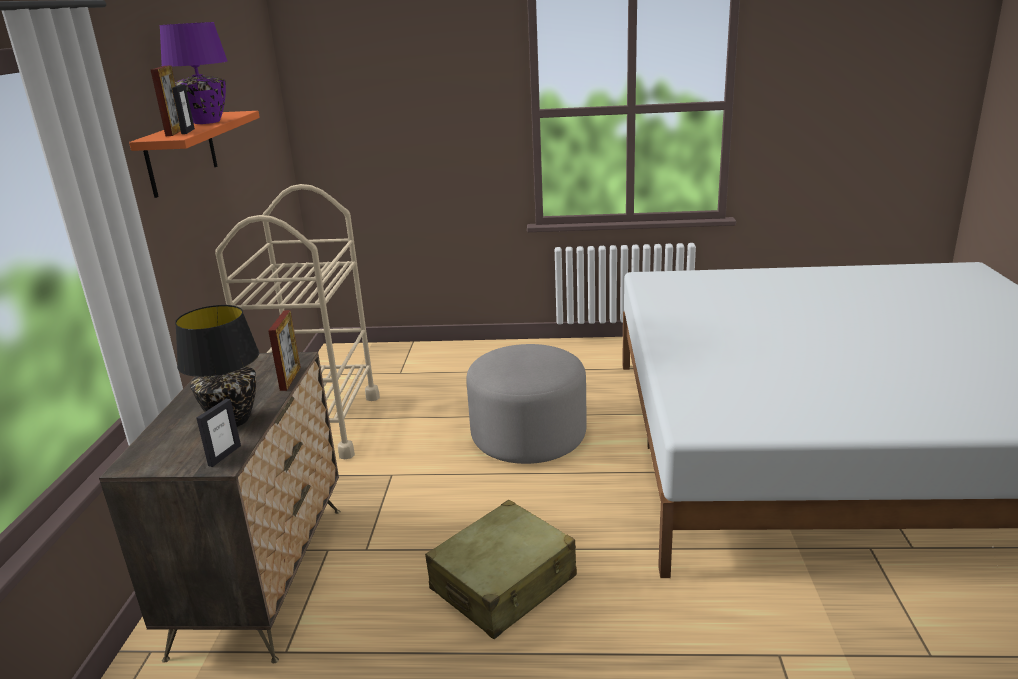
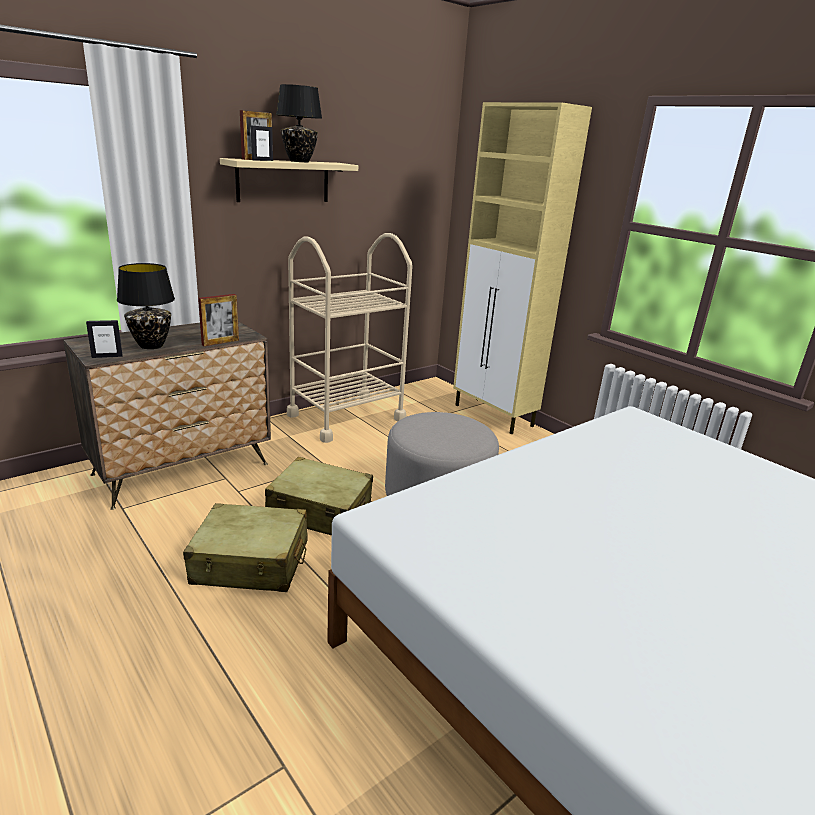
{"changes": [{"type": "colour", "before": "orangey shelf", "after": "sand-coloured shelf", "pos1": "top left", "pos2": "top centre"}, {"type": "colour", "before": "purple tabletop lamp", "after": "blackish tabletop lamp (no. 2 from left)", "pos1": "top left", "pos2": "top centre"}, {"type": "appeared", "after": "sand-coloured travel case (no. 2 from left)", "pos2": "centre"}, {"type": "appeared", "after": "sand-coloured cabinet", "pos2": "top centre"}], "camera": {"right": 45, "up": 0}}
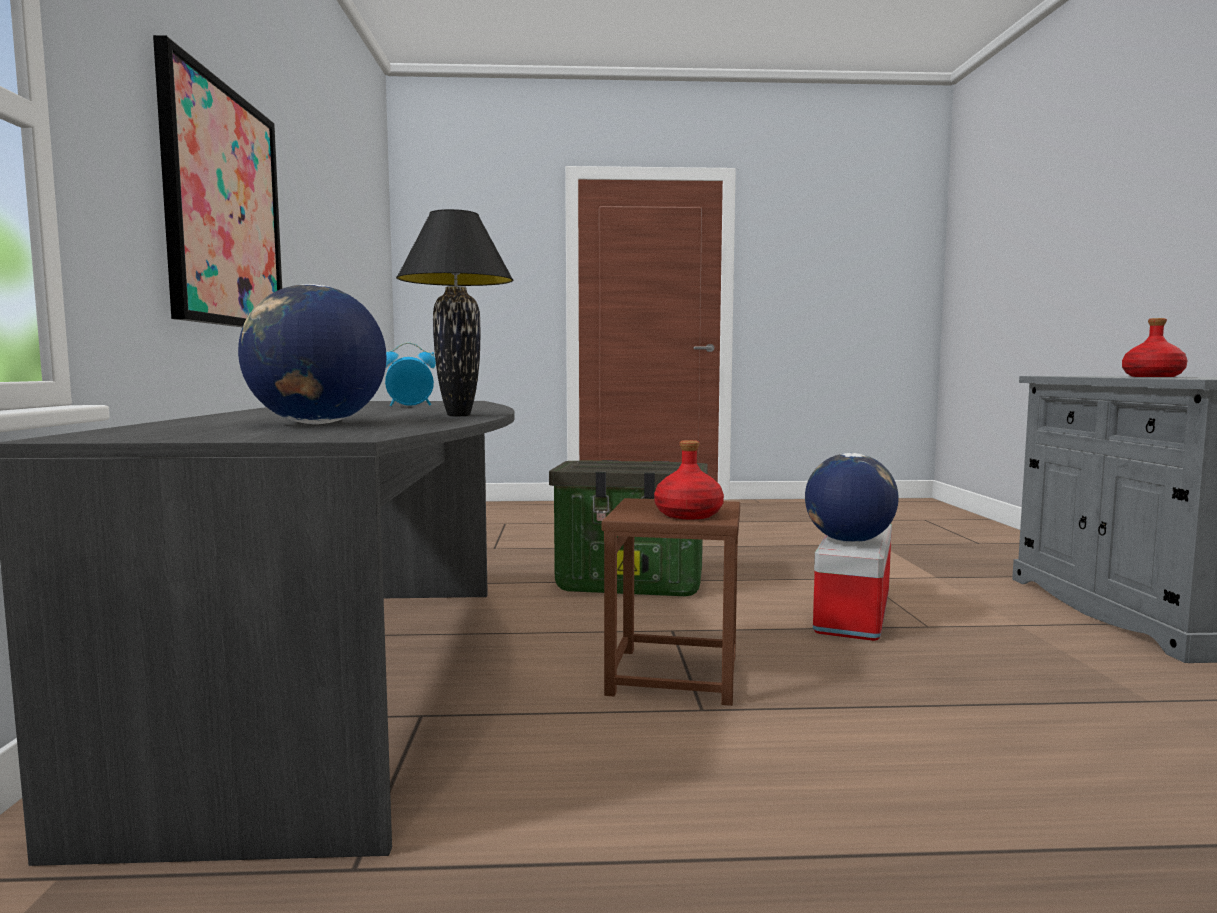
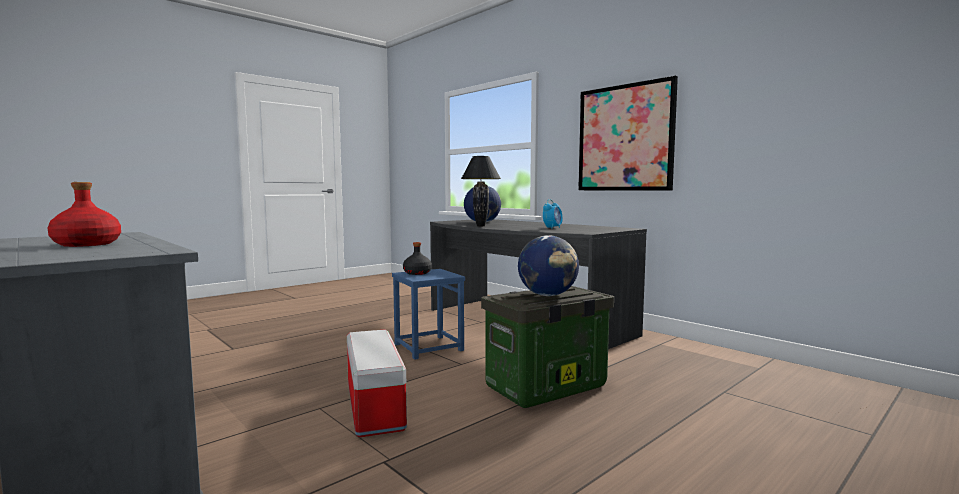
{"changes": [{"type": "colour", "before": "brown-coloured sitting stool", "after": "bluish sitting stool", "pos1": "centre", "pos2": "centre"}, {"type": "colour", "before": "reddish beverage bottle (no. 1 from left)", "after": "blackish beverage bottle", "pos1": "centre", "pos2": "centre"}, {"type": "relocated", "before": "globe (no. 2 from left)", "pos1": "middle right", "pos2": "centre"}], "camera": {"right": 140, "up": 0}}
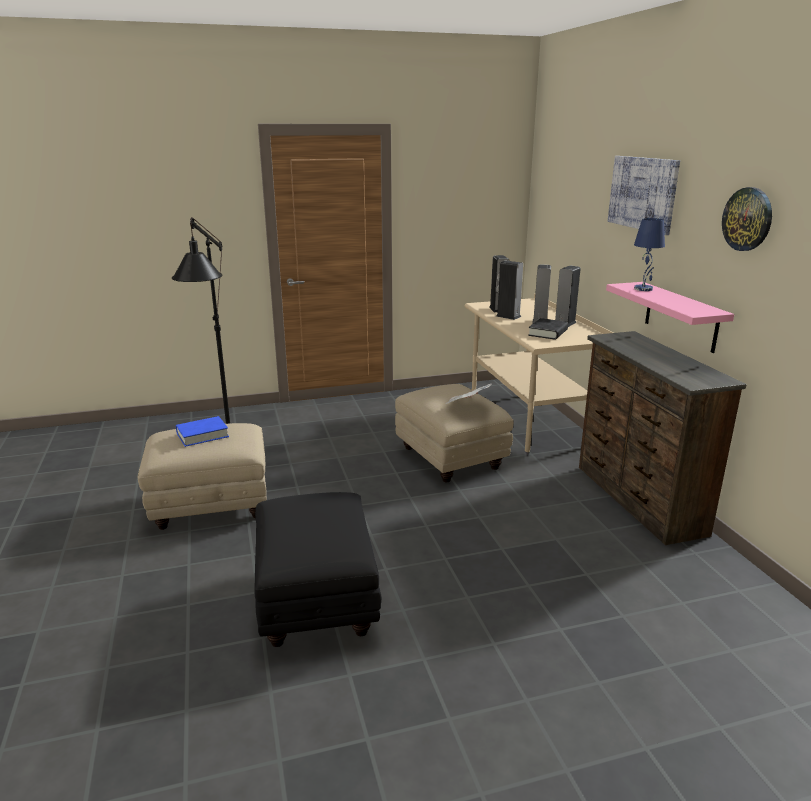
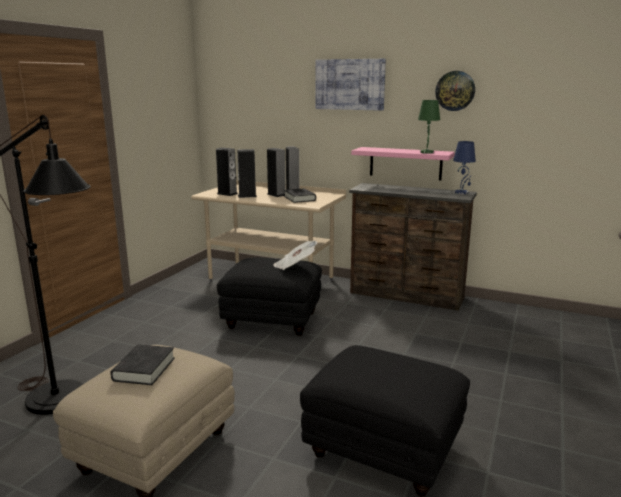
{"changes": [{"type": "colour", "before": "bluish volume", "after": "blackish volume (no. 1 from left)", "pos1": "middle left", "pos2": "bottom left"}, {"type": "colour", "before": "sand-coloured pouffe (no. 2 from left)", "after": "blackish pouffe (no. 1 from left)", "pos1": "centre", "pos2": "centre"}, {"type": "relocated", "before": "bluish tabletop lamp", "pos1": "top right", "pos2": "middle right"}, {"type": "appeared", "after": "green-coloured tabletop lamp", "pos2": "top right"}], "camera": {"right": -50, "up": -5}}
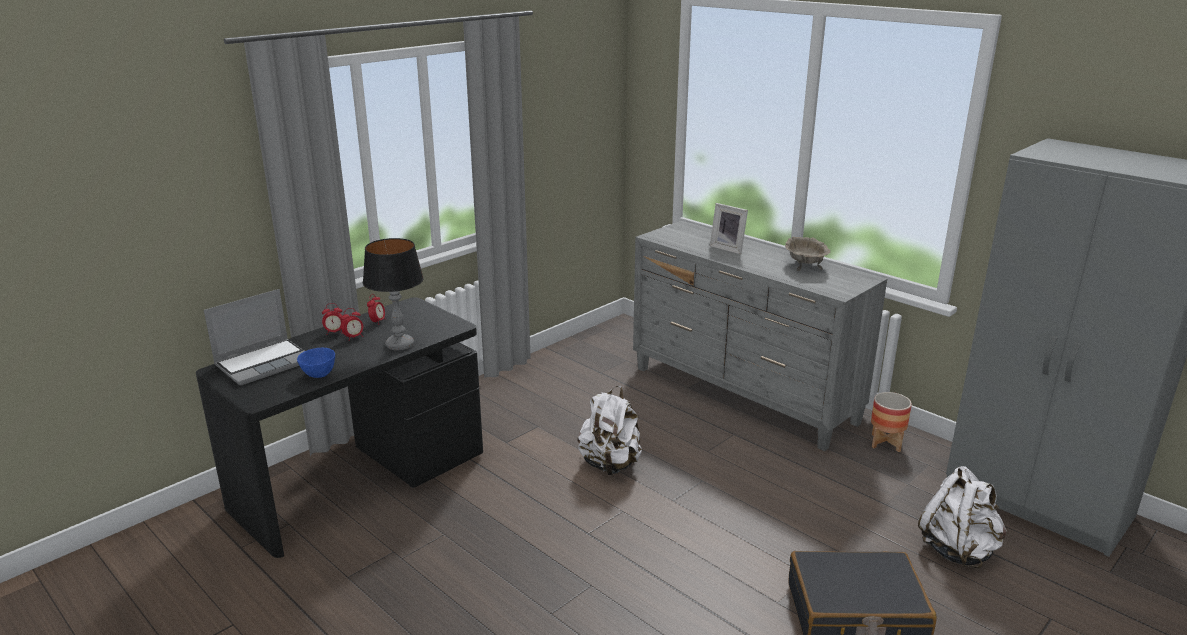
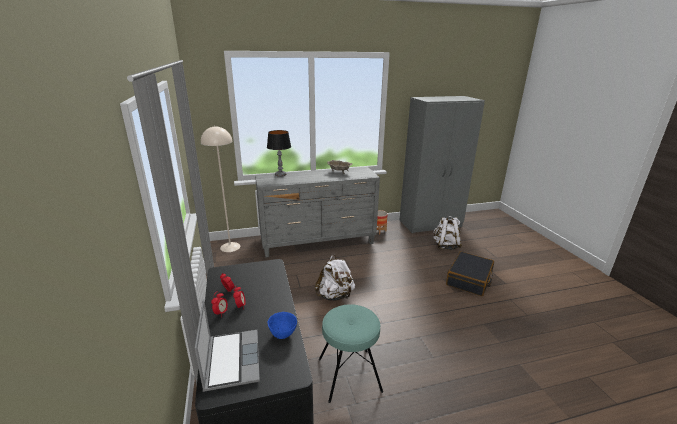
{"changes": [{"type": "relocated", "before": "tabletop lamp", "pos1": "middle left", "pos2": "centre"}, {"type": "missing", "before": "standing frame", "pos1": "centre"}, {"type": "appeared", "after": "sand-coloured standard lamp", "pos2": "middle left"}, {"type": "appeared", "after": "blue-green sitting stool", "pos2": "bottom centre"}], "camera": {"right": -60, "up": 0}}
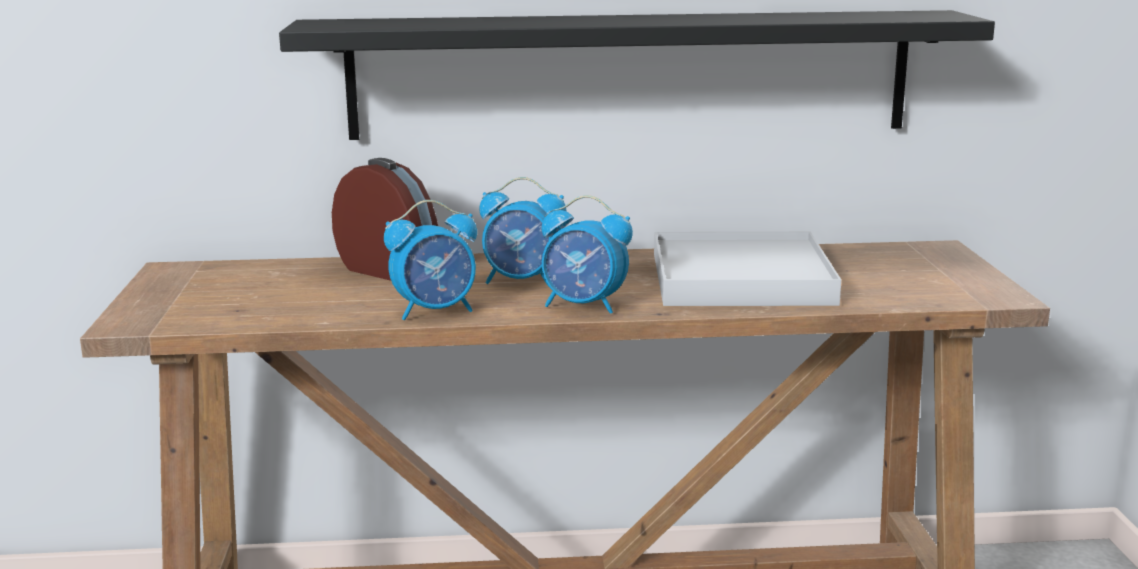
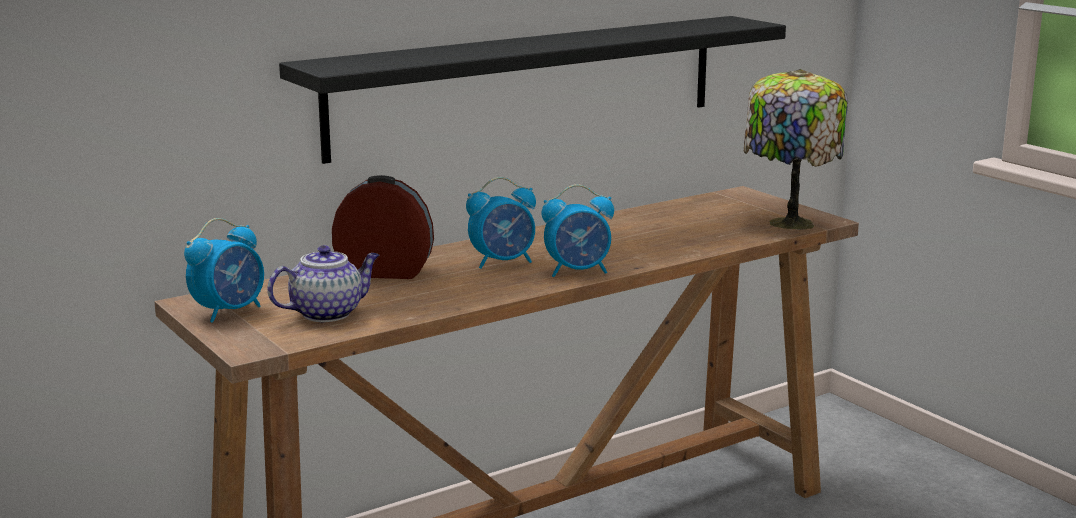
{"changes": [{"type": "relocated", "before": "alarm clock (no. 2 from left in the first image)", "after": "alarm clock (no. 1 from left)", "pos1": "centre", "pos2": "middle left"}, {"type": "missing", "before": "whitish tray", "pos1": "centre"}, {"type": "appeared", "after": "pot for tea", "pos2": "middle left"}, {"type": "appeared", "after": "tabletop lamp", "pos2": "top right"}], "camera": {"right": -30, "up": 0}}
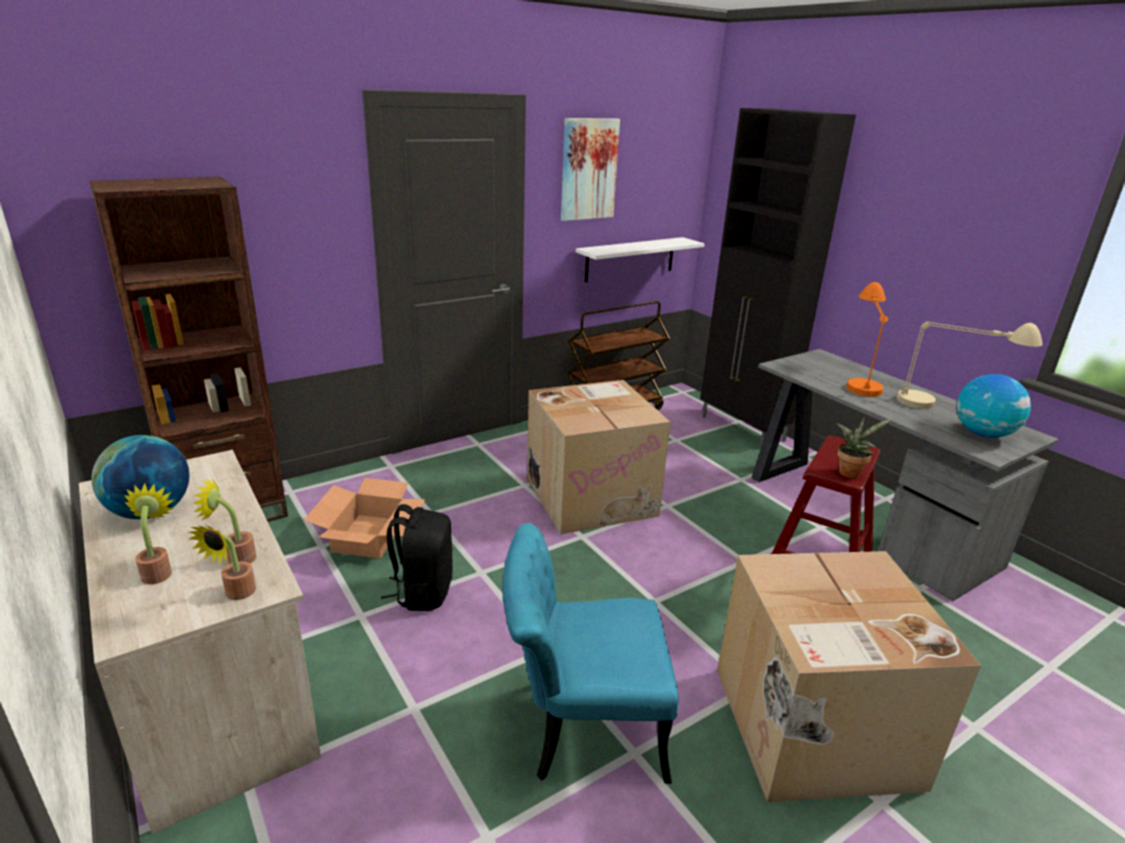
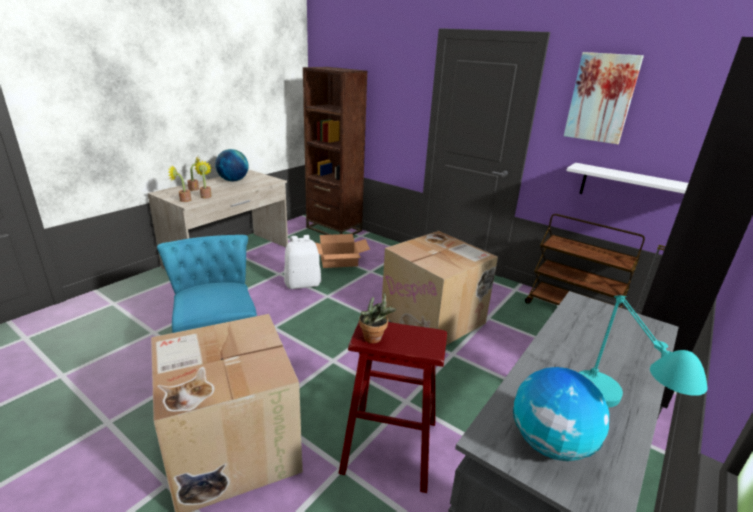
{"changes": [{"type": "colour", "before": "blackish backpack", "after": "whitish backpack", "pos1": "centre", "pos2": "centre"}, {"type": "missing", "before": "orangey tabletop lamp", "pos1": "middle right"}, {"type": "colour", "before": "sand-coloured tabletop lamp", "after": "blue-green tabletop lamp", "pos1": "middle right", "pos2": "bottom right"}], "camera": {"right": 70, "up": 0}}
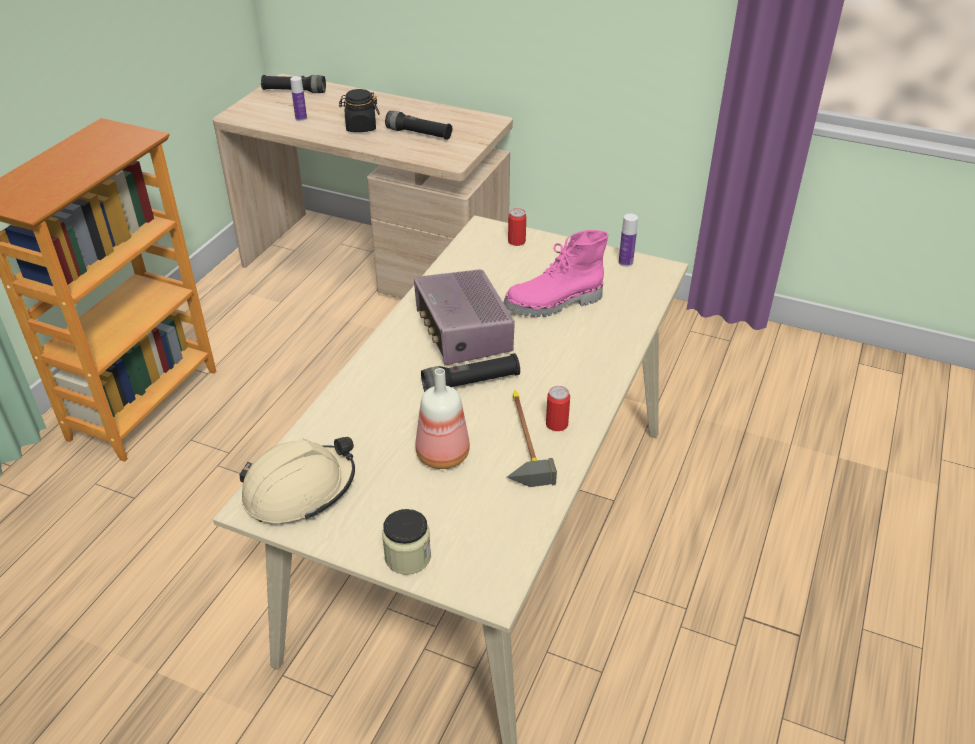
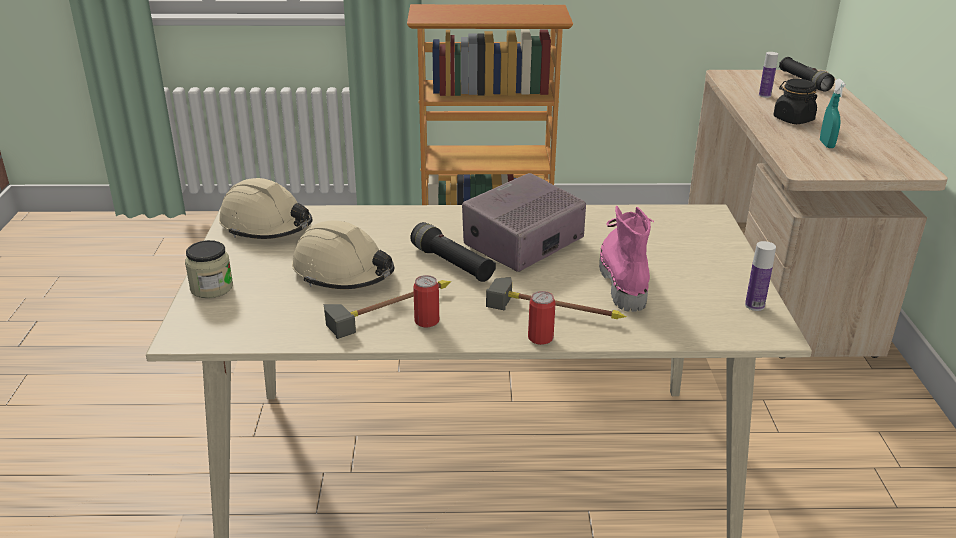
{"changes": [{"type": "exchanged", "before": "blackish flashlight (no. 2 from left)", "after": "blue-green sprayer", "pos1": "top centre", "pos2": "top right"}, {"type": "exchanged", "before": "beverage bottle (no. 2 from left)", "after": "sand-coloured hard hat (no. 2 from left)", "pos1": "centre", "pos2": "centre"}, {"type": "spun", "before": "pink-coloured boot", "pos1": "centre", "pos2": "centre", "turn": 45}, {"type": "relocated", "before": "can (no. 1 from left in the first image)", "after": "can (no. 2 from left)", "pos1": "top centre", "pos2": "centre"}, {"type": "appeared", "after": "hand hammer (no. 2 from left)", "pos2": "centre"}], "camera": {"right": 65, "up": -10}}
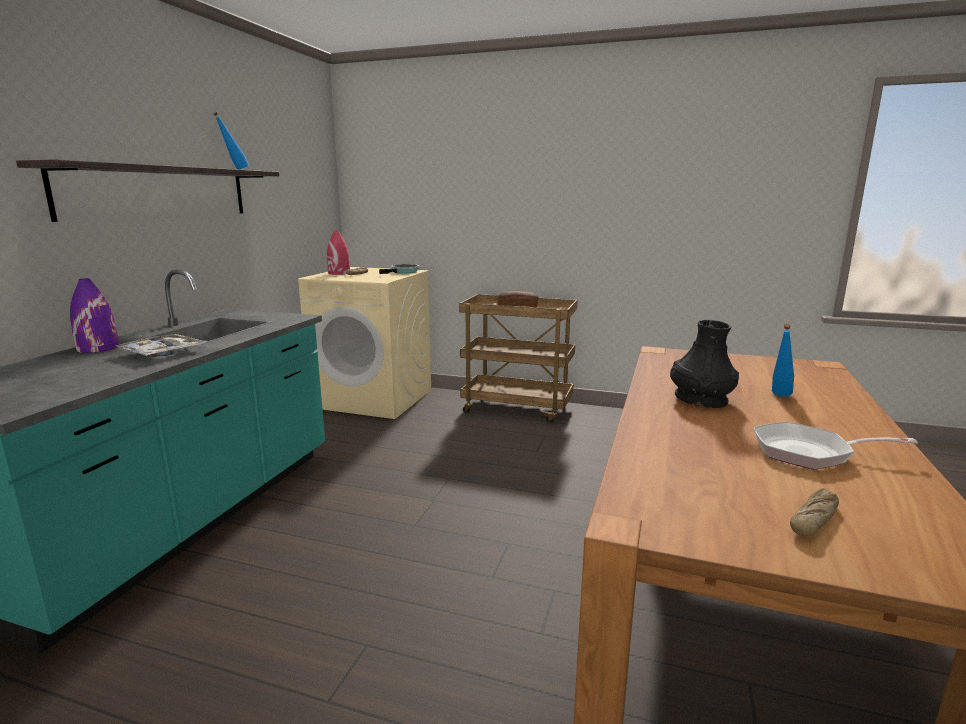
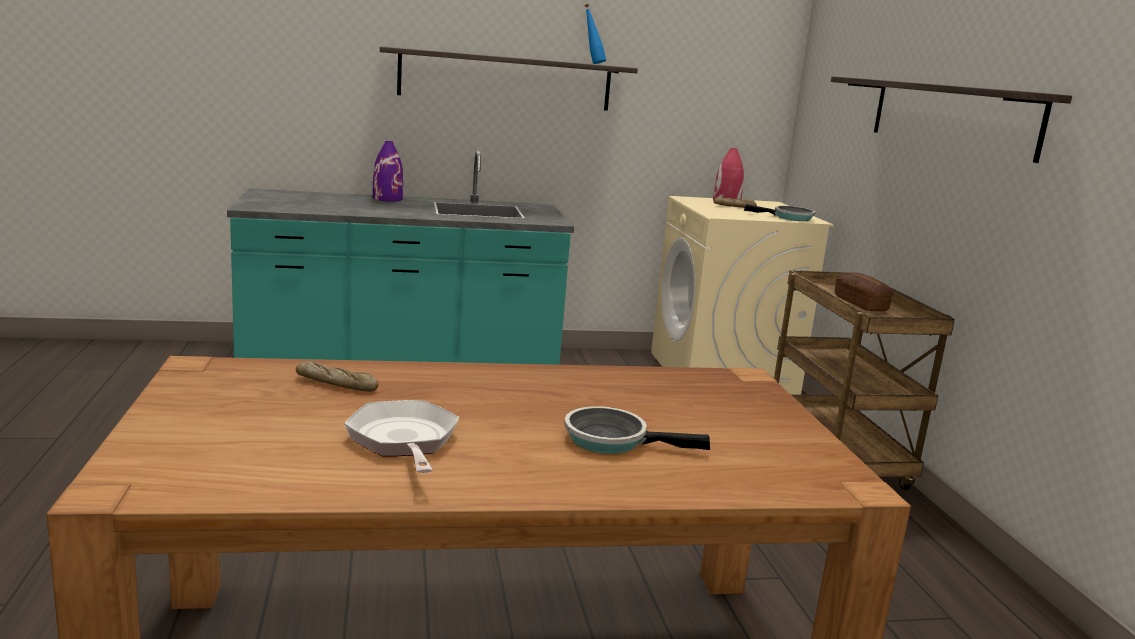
{"changes": [{"type": "missing", "before": "tray", "pos1": "middle left"}, {"type": "missing", "before": "blackish decorative vase", "pos1": "middle right"}, {"type": "exchanged", "before": "bluish beverage bottle (no. 2 from left)", "after": "pan (no. 2 from left)", "pos1": "middle right", "pos2": "bottom centre"}, {"type": "relocated", "before": "bakery bread (no. 3 from left in the first image)", "after": "bakery bread (no. 1 from left)", "pos1": "bottom right", "pos2": "middle left"}, {"type": "appeared", "after": "shelf (no. 2 from left)", "pos2": "top right"}], "camera": {"right": 60, "up": 0}}
